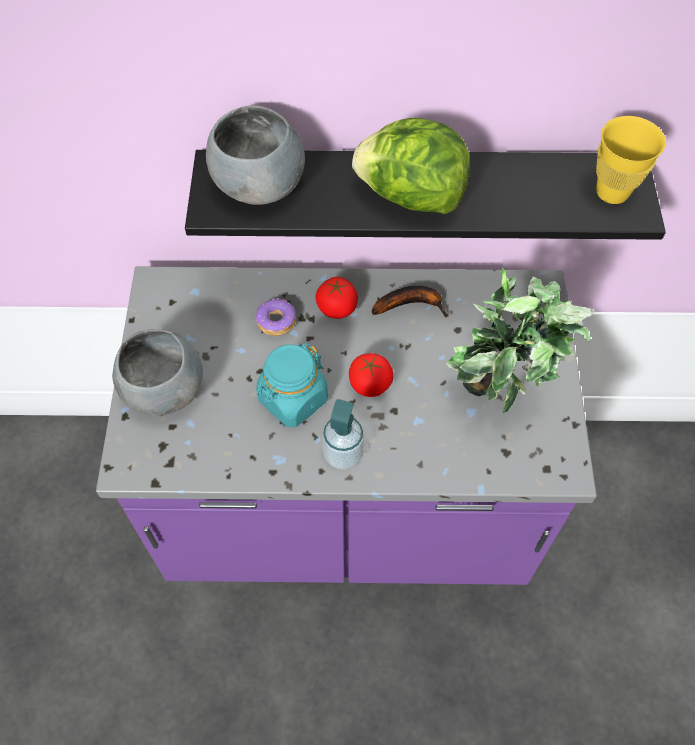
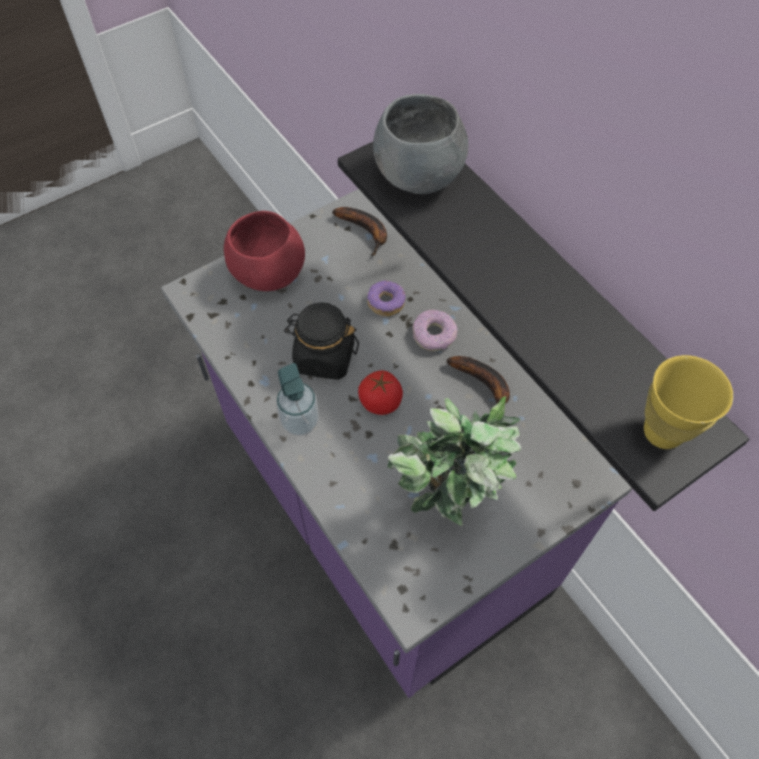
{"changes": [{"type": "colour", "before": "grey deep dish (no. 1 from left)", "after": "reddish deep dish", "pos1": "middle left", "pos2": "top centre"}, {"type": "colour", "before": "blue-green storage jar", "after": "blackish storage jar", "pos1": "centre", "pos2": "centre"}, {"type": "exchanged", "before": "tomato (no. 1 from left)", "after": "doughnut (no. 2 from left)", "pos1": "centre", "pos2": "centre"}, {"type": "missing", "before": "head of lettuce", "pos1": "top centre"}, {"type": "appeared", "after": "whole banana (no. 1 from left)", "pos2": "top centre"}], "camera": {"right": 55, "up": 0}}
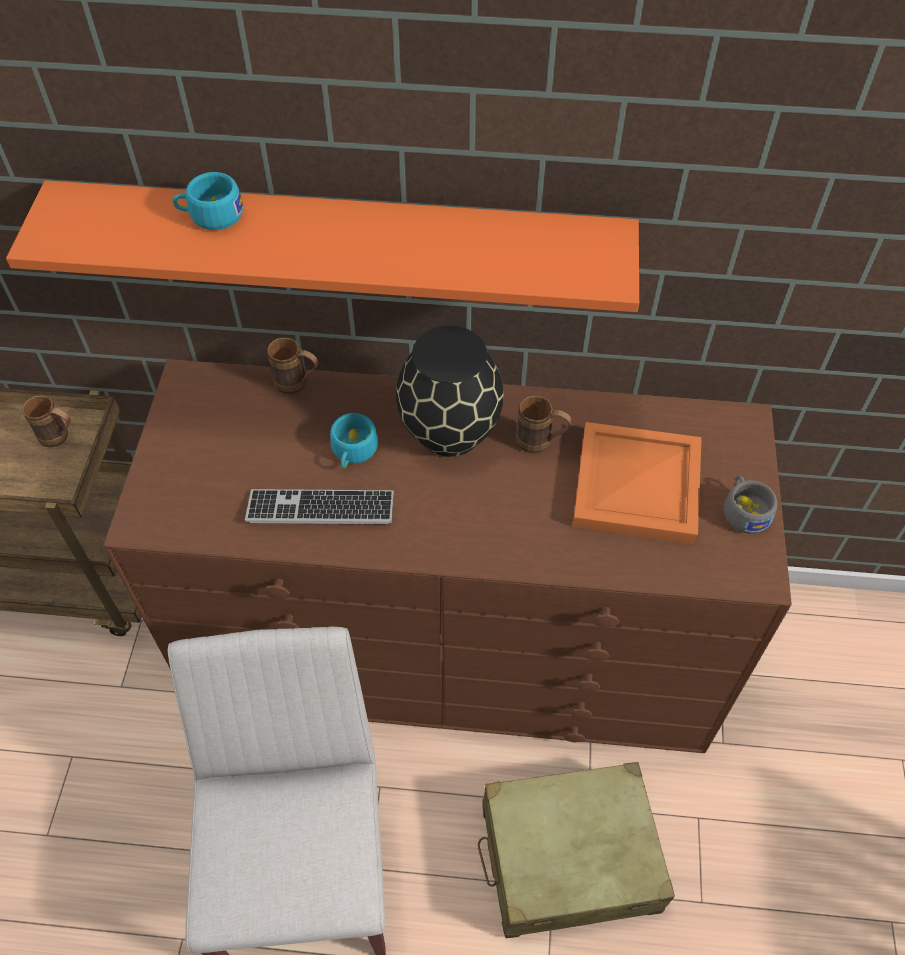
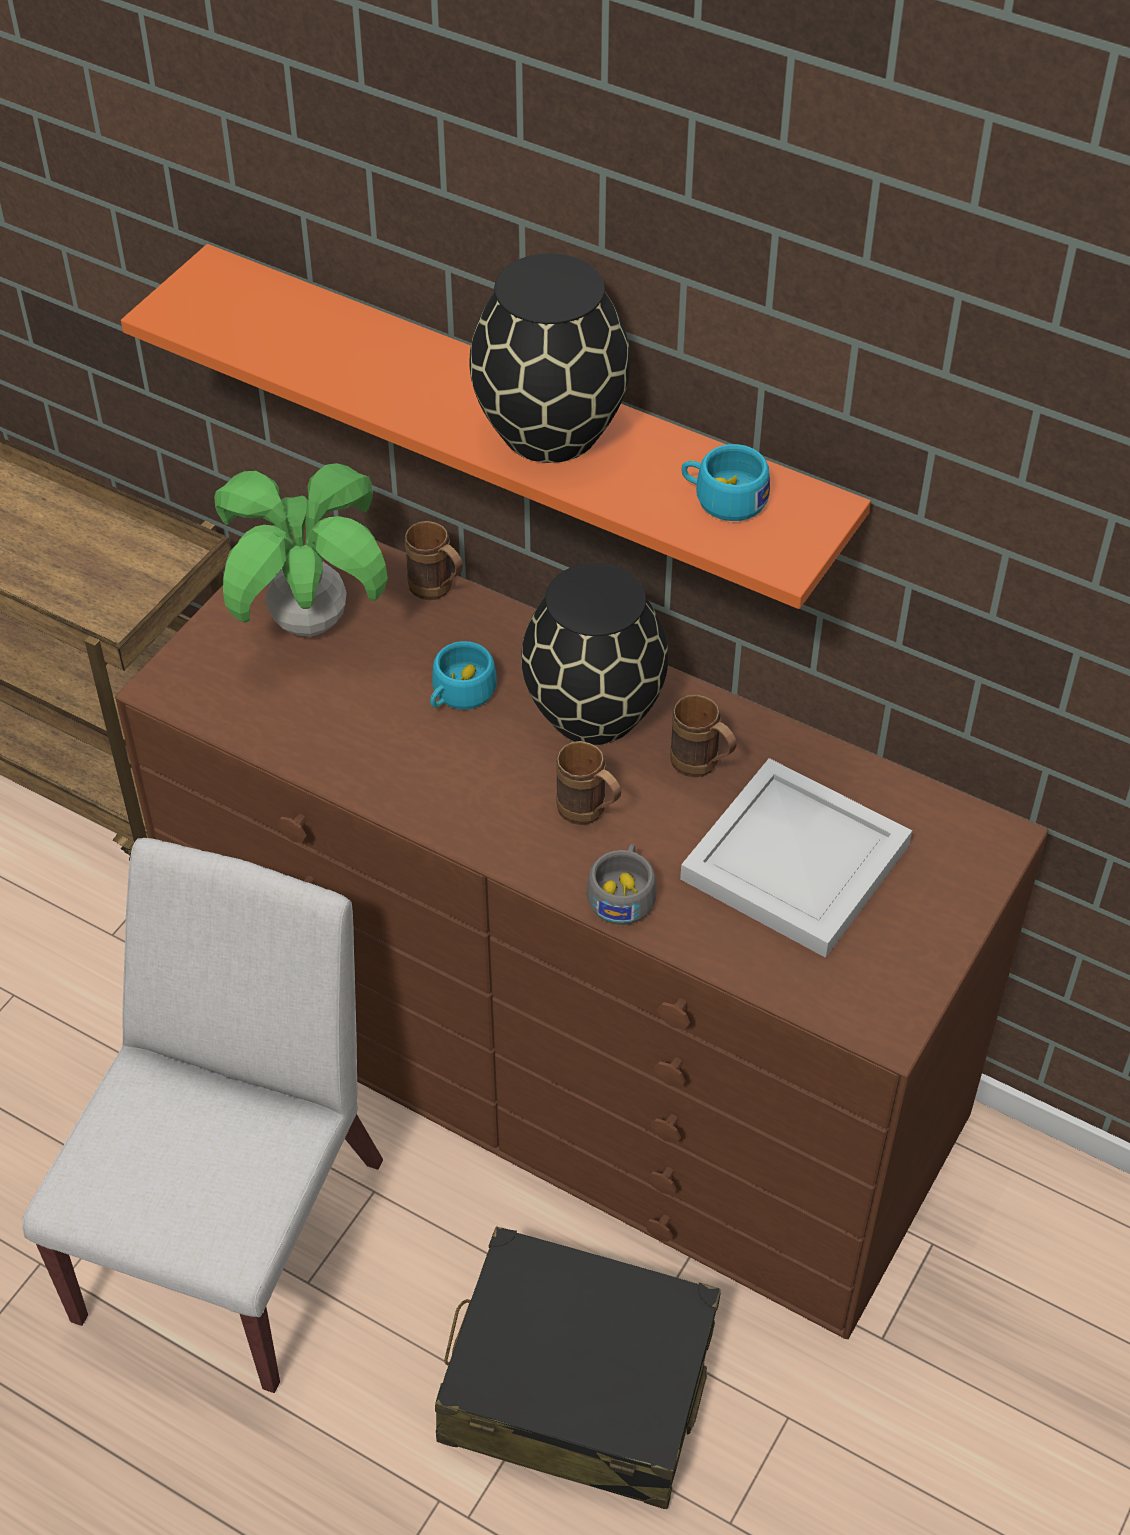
{"changes": [{"type": "relocated", "before": "brown-coloured mug (no. 1 from left in the first image)", "after": "brown-coloured mug (no. 2 from left)", "pos1": "middle left", "pos2": "centre"}, {"type": "relocated", "before": "blue-green drinking cup (no. 1 from left in the first image)", "after": "blue-green drinking cup (no. 2 from left)", "pos1": "top left", "pos2": "top centre"}, {"type": "missing", "before": "computer keyboard", "pos1": "centre"}, {"type": "colour", "before": "sand-coloured travel case", "after": "blackish travel case", "pos1": "bottom centre", "pos2": "bottom centre"}, {"type": "colour", "before": "orangey tray", "after": "whitish tray", "pos1": "middle right", "pos2": "middle right"}, {"type": "relocated", "before": "grey drinking cup", "pos1": "middle right", "pos2": "centre"}, {"type": "appeared", "after": "houseplant", "pos2": "middle left"}, {"type": "appeared", "after": "blackish decorative vase (no. 1 from left)", "pos2": "top centre"}], "camera": {"right": 25, "up": -5}}
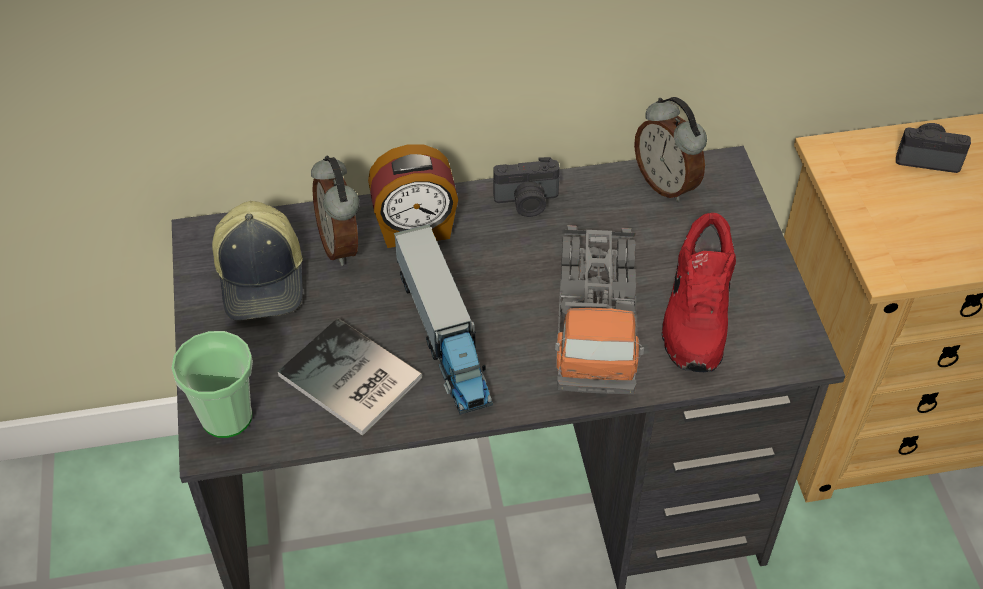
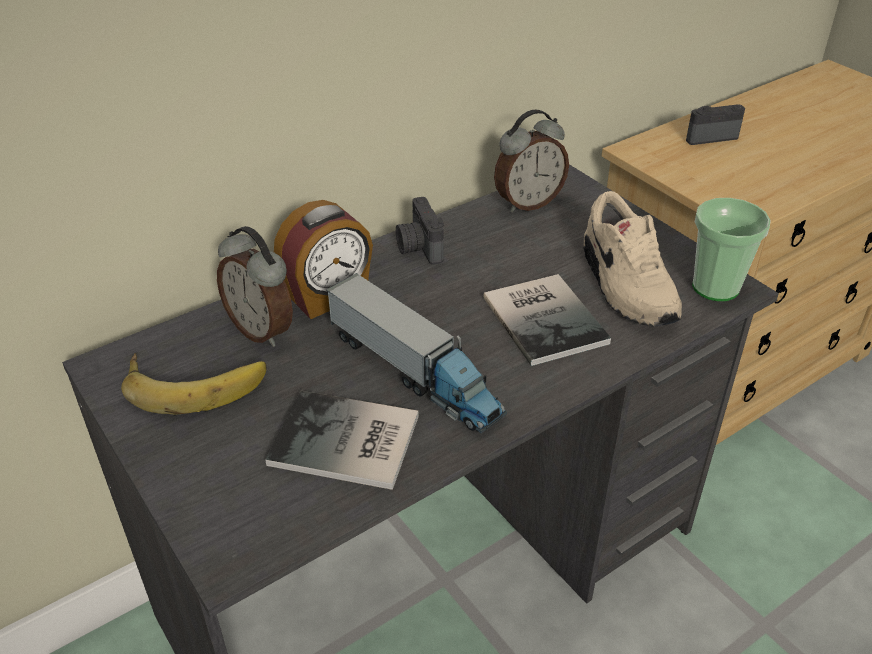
{"changes": [{"type": "relocated", "before": "drinking cup", "pos1": "middle left", "pos2": "middle right"}, {"type": "exchanged", "before": "peaked cap", "after": "whole banana", "pos1": "middle left", "pos2": "middle left"}, {"type": "spun", "before": "photo camera (no. 1 from left)", "pos1": "top centre", "pos2": "centre", "turn": 105}, {"type": "exchanged", "before": "model truck (no. 2 from left)", "after": "volume (no. 2 from left)", "pos1": "centre", "pos2": "centre"}, {"type": "spun", "before": "alarm clock (no. 3 from left)", "pos1": "top right", "pos2": "top centre", "turn": -60}, {"type": "colour", "before": "reddish shoe", "after": "sand-coloured shoe", "pos1": "middle right", "pos2": "middle right"}], "camera": {"right": -25, "up": -10}}
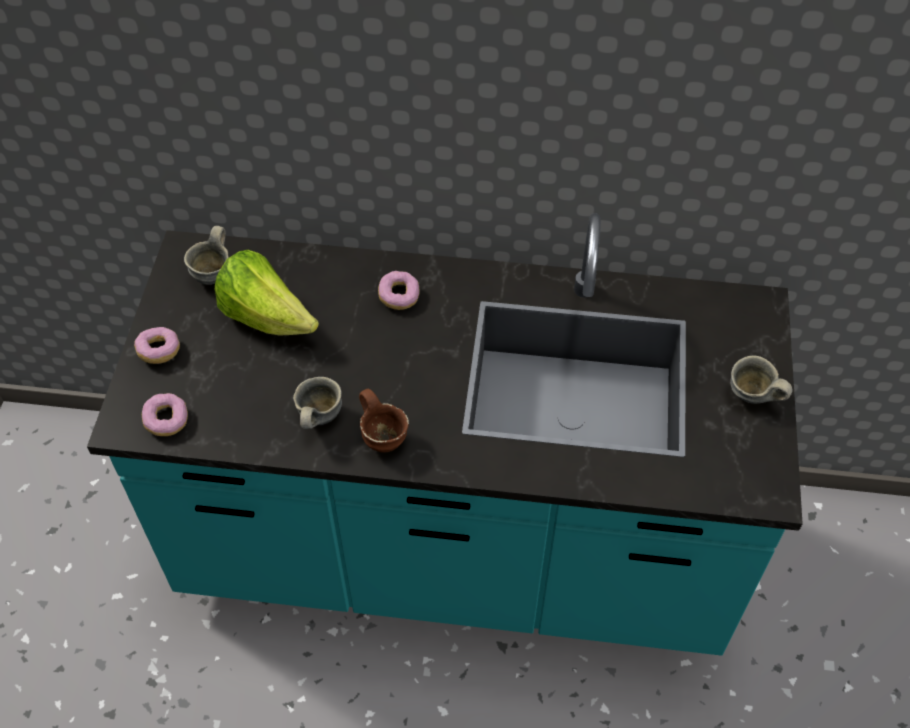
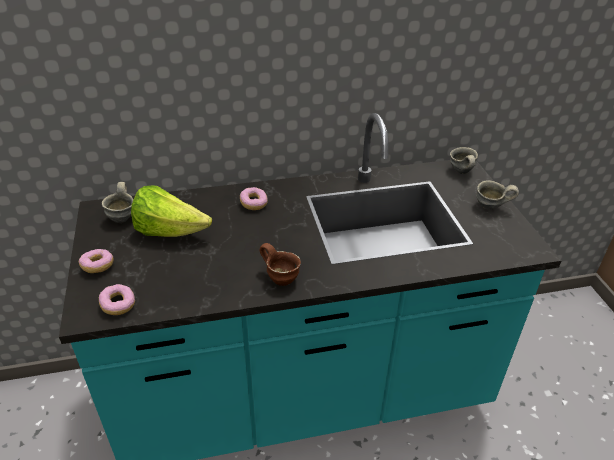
{"changes": [{"type": "relocated", "before": "grey mug (no. 2 from left)", "pos1": "centre", "pos2": "middle right"}], "camera": {"right": -20, "up": -15}}
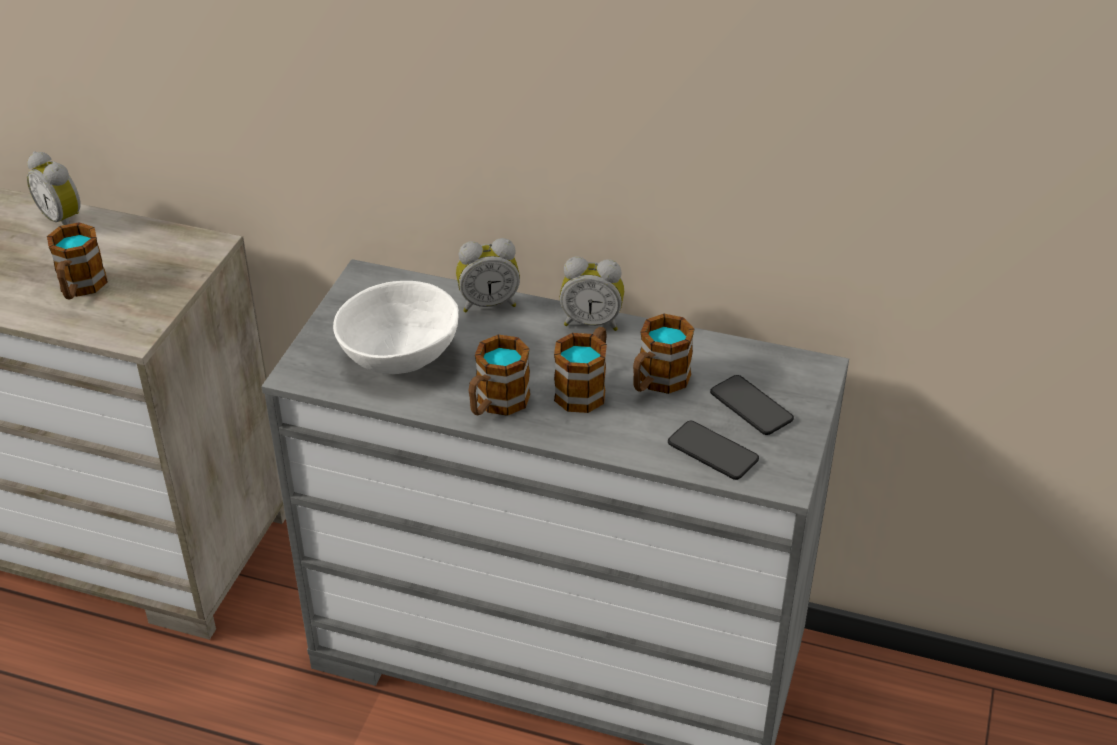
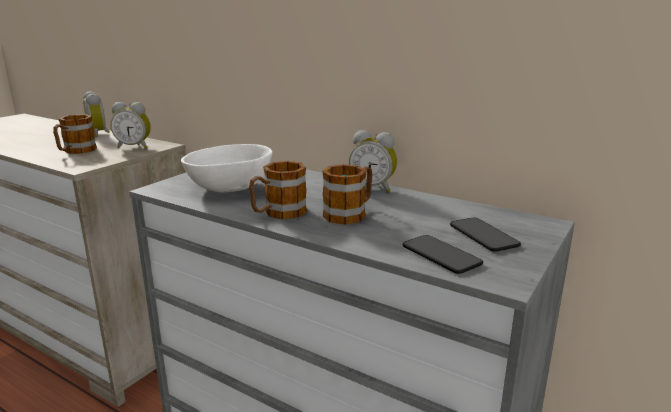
{"changes": [{"type": "relocated", "before": "alarm clock (no. 2 from left)", "pos1": "centre", "pos2": "top left"}, {"type": "missing", "before": "mug (no. 4 from left)", "pos1": "centre"}], "camera": {"right": 15, "up": -20}}
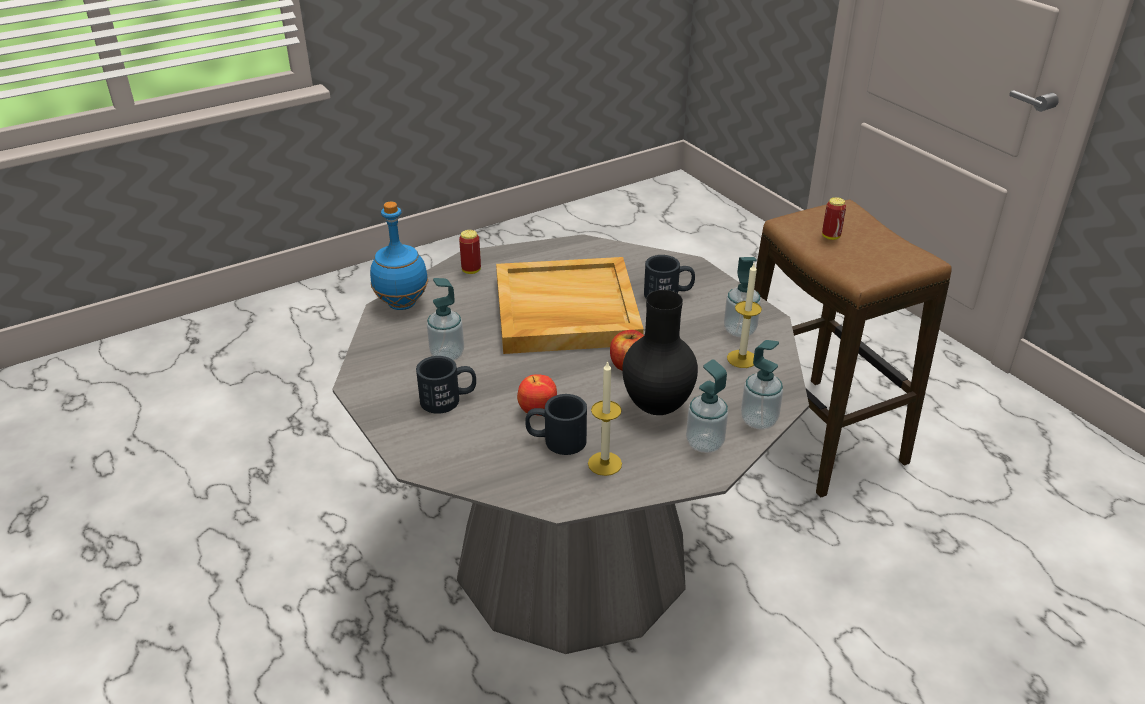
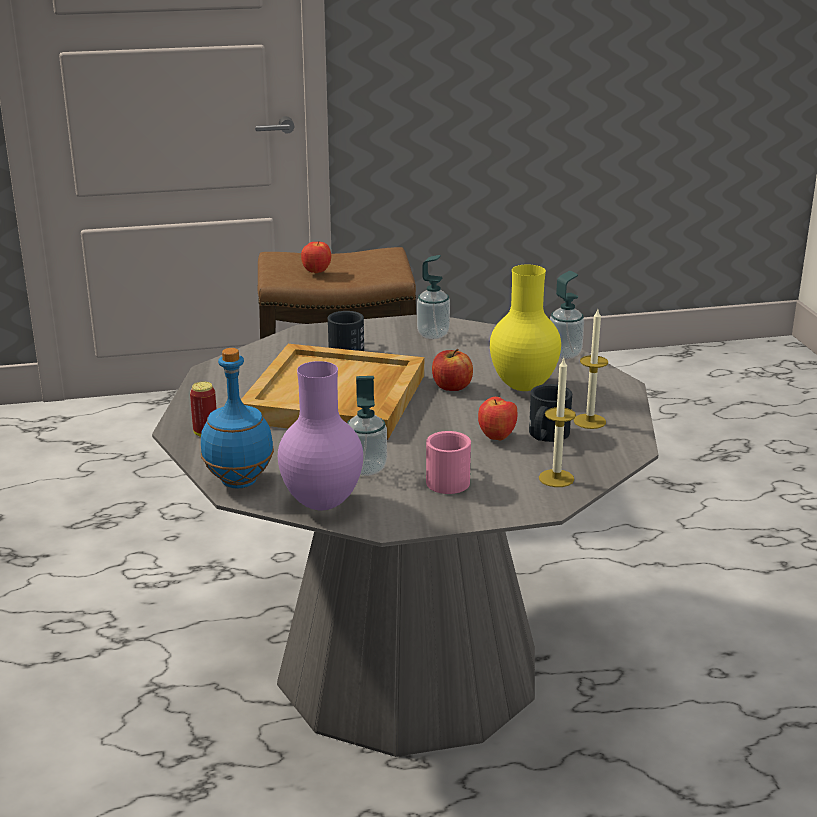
{"changes": [{"type": "colour", "before": "blackish mug (no. 1 from left)", "after": "pink-coloured mug", "pos1": "centre", "pos2": "centre"}, {"type": "colour", "before": "blackish decorative vase", "after": "yellow-coloured decorative vase", "pos1": "centre", "pos2": "centre"}, {"type": "missing", "before": "soap dispenser (no. 2 from left)", "pos1": "centre"}, {"type": "relocated", "before": "wax candle (no. 2 from left in the first image)", "after": "wax candle (no. 1 from left)", "pos1": "centre", "pos2": "middle right"}, {"type": "exchanged", "before": "can (no. 2 from left)", "after": "apple fruit (no. 1 from left)", "pos1": "top right", "pos2": "top centre"}, {"type": "appeared", "after": "purple decorative vase", "pos2": "centre"}], "camera": {"right": -70, "up": -10}}
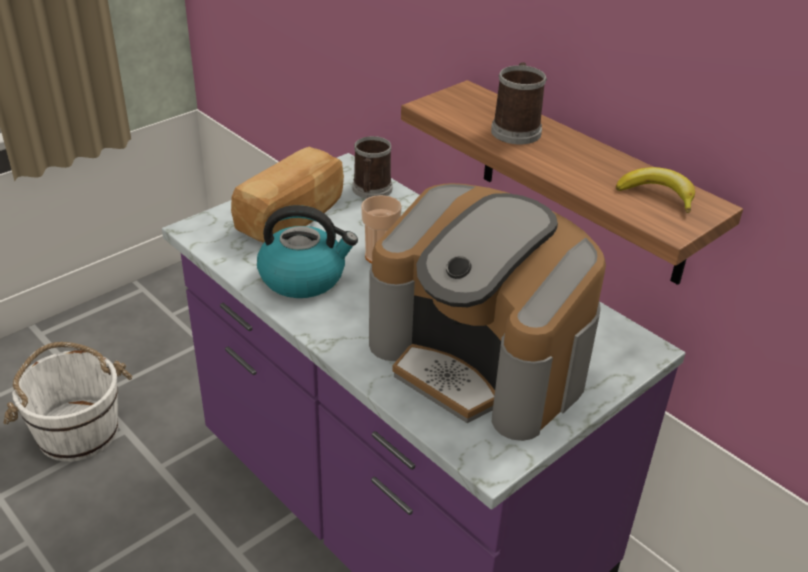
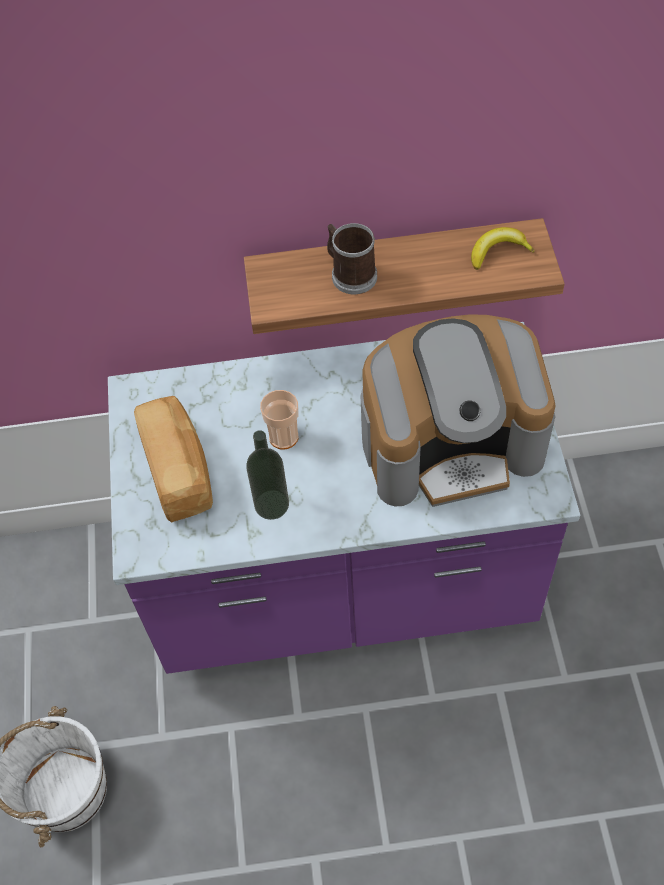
{"changes": [{"type": "exchanged", "before": "tea kettle", "after": "beverage bottle", "pos1": "centre", "pos2": "centre"}, {"type": "missing", "before": "mug (no. 1 from left)", "pos1": "top centre"}], "camera": {"right": -50, "up": 20}}
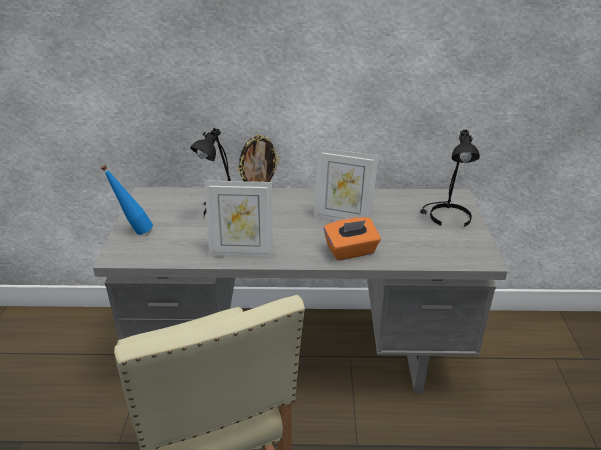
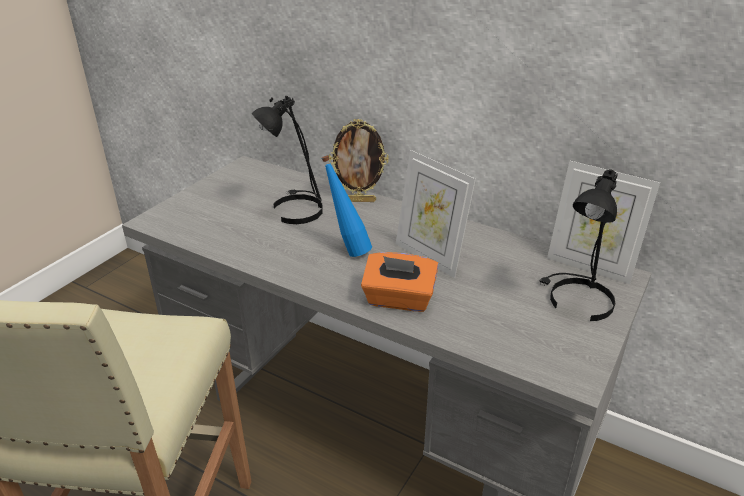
{"changes": [{"type": "relocated", "before": "bluish beverage bottle", "pos1": "middle left", "pos2": "centre"}, {"type": "relocated", "before": "standing frame (no. 1 from left in the first image)", "after": "standing frame (no. 3 from left)", "pos1": "centre", "pos2": "middle right"}], "camera": {"right": 30, "up": 0}}
